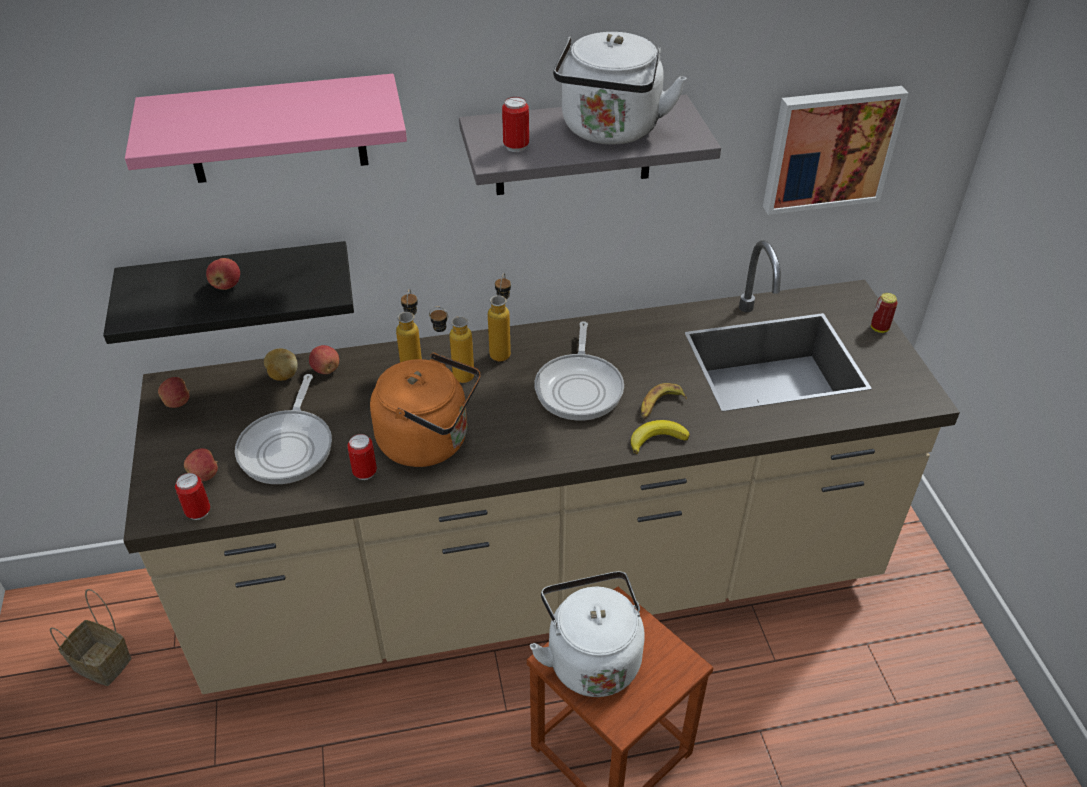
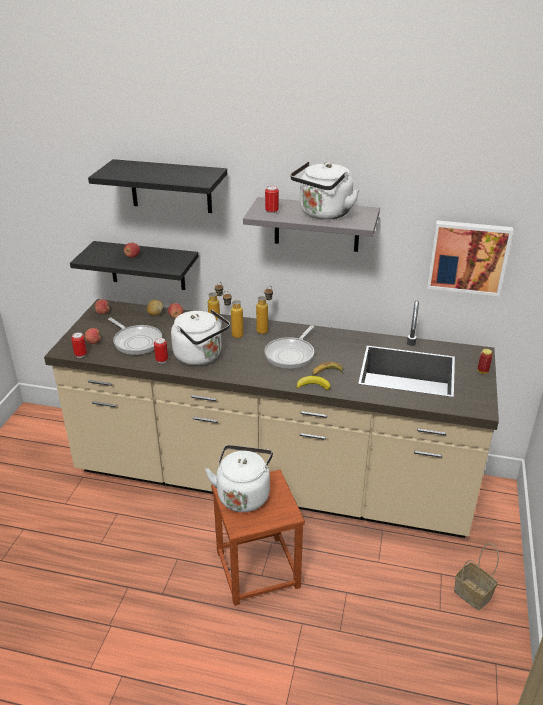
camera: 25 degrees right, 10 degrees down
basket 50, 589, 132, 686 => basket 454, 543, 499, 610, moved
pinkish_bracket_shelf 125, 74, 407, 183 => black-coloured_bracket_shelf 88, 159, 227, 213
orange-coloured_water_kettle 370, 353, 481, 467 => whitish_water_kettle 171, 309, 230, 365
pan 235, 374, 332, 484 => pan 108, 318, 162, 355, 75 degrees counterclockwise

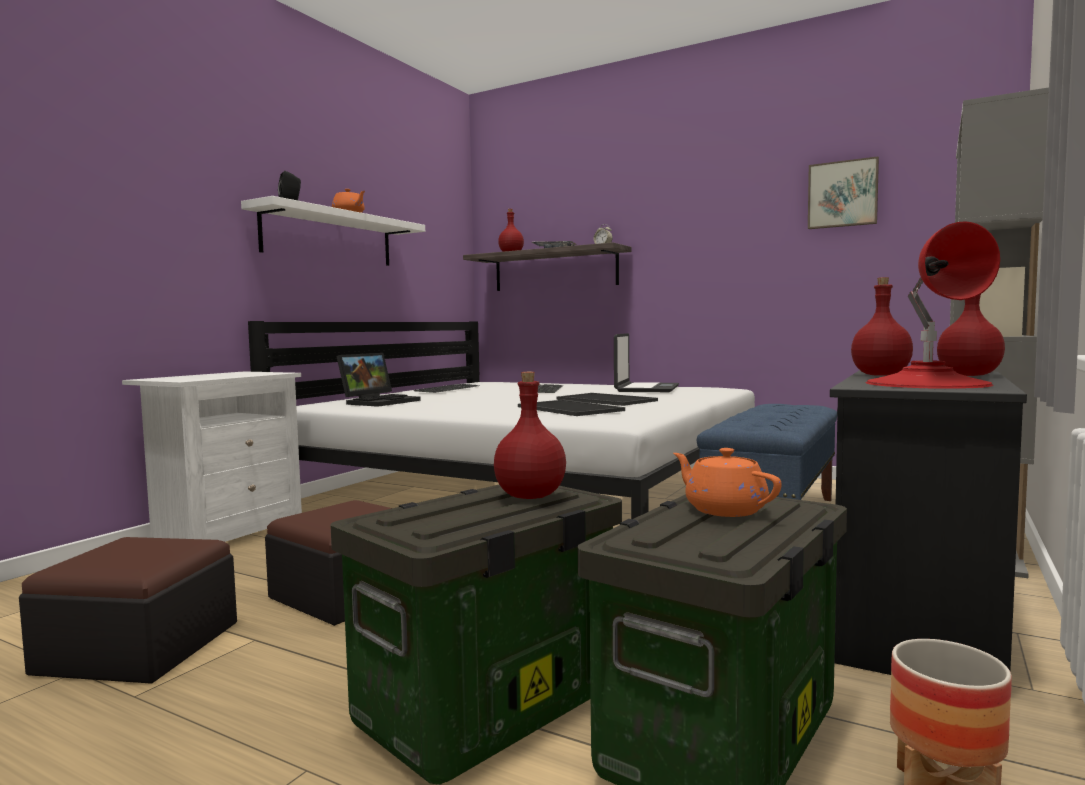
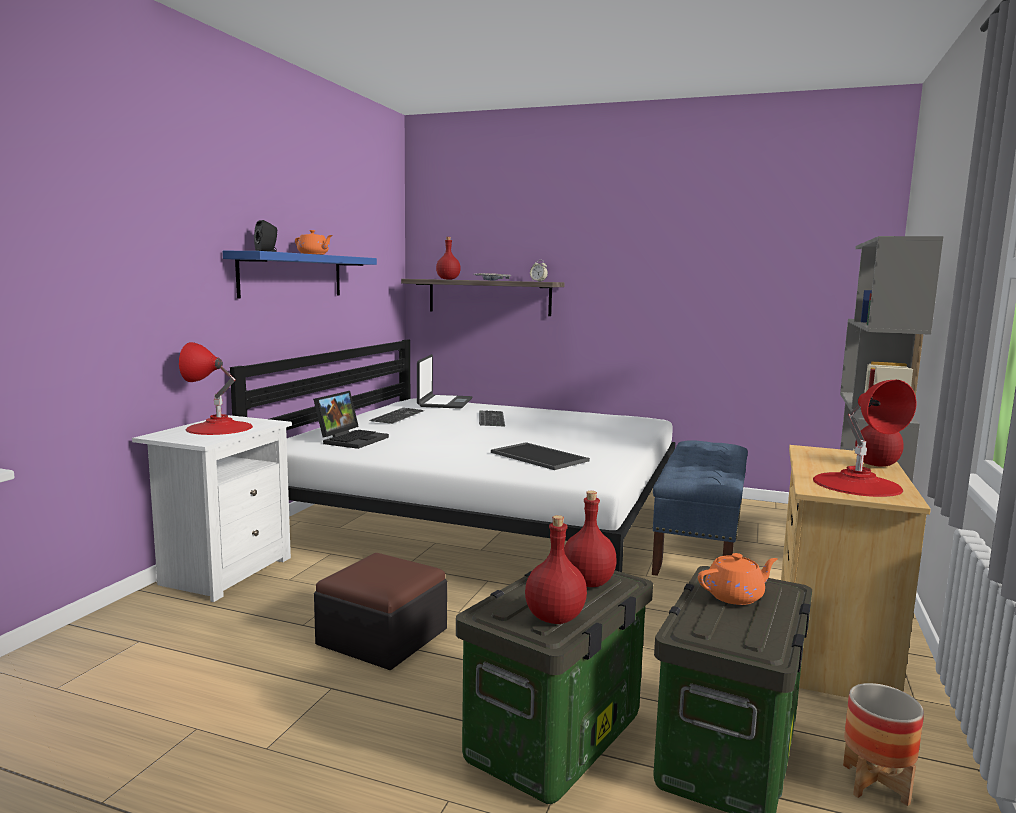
camera: 10 degrees left, 5 degrees up
ottoman 19, 537, 237, 684 => nothing
serving_tray 556, 393, 658, 406 => nothing
picture 808, 156, 879, 229 => nothing
nothing => red_tabletop_lamp 179, 342, 253, 435
laptop 614, 333, 679, 392 => laptop 417, 354, 472, 409, moved
red_drink_bottle 851, 277, 913, 376 => red_drink_bottle 525, 515, 587, 624, moved
whitish_bracket_shelf 241, 196, 425, 266 => blue_bracket_shelf 223, 251, 377, 299
black-coloured_chest_of_drawers 830, 370, 1027, 675 => beige_chest_of_drawers 781, 445, 931, 698
orange-coloured_pot_for_tea 673, 448, 782, 517 => orange-coloured_pot_for_tea 698, 553, 778, 605, 120 degrees clockwise

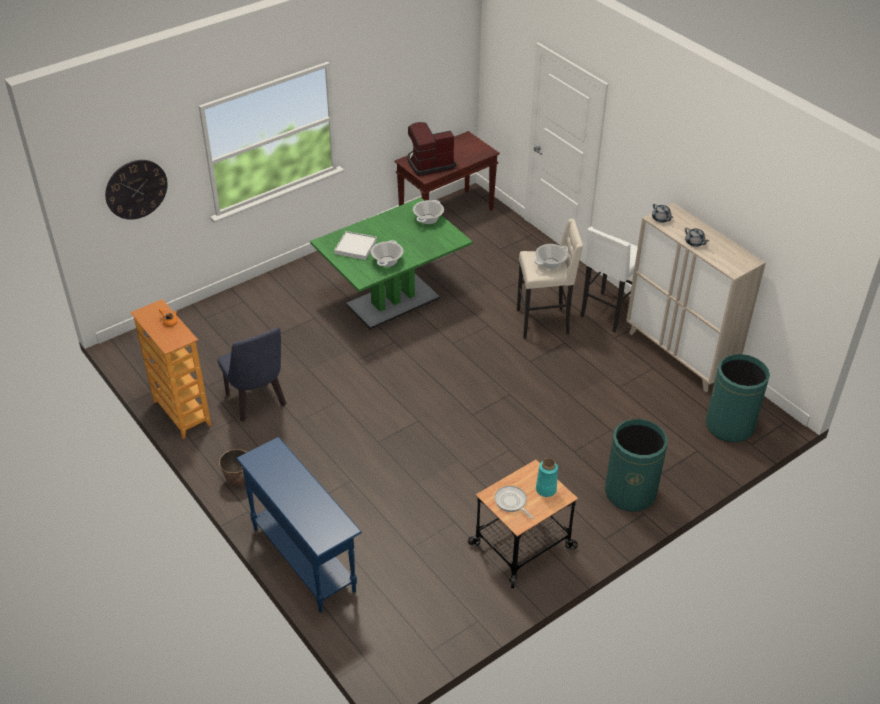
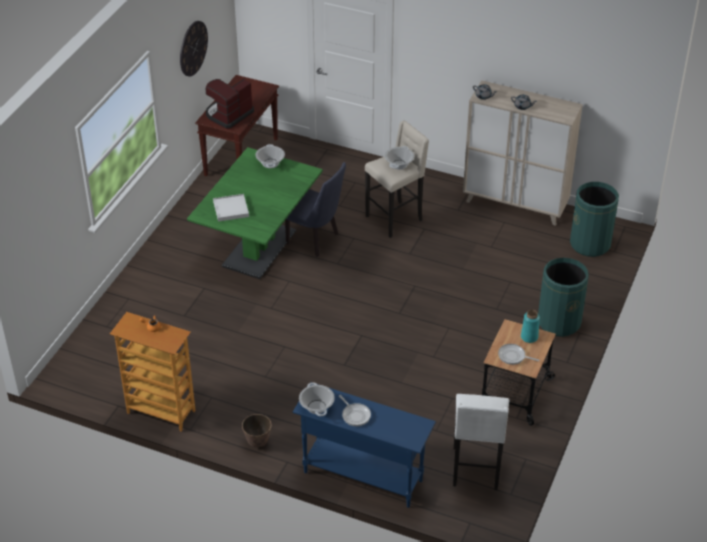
camera: 30 degrees left, 0 degrees up
nothing => pan 339, 395, 371, 426
wall_clock 105, 160, 168, 220 => wall_clock 180, 21, 208, 76, moved
blue_chair 218, 327, 286, 422 => blue_chair 285, 162, 346, 257, moved
cooking_pot 371, 240, 404, 267 => cooking_pot 299, 383, 335, 416, moved
whitish_stool 581, 227, 638, 332 => whitish_stool 453, 394, 509, 490, moved

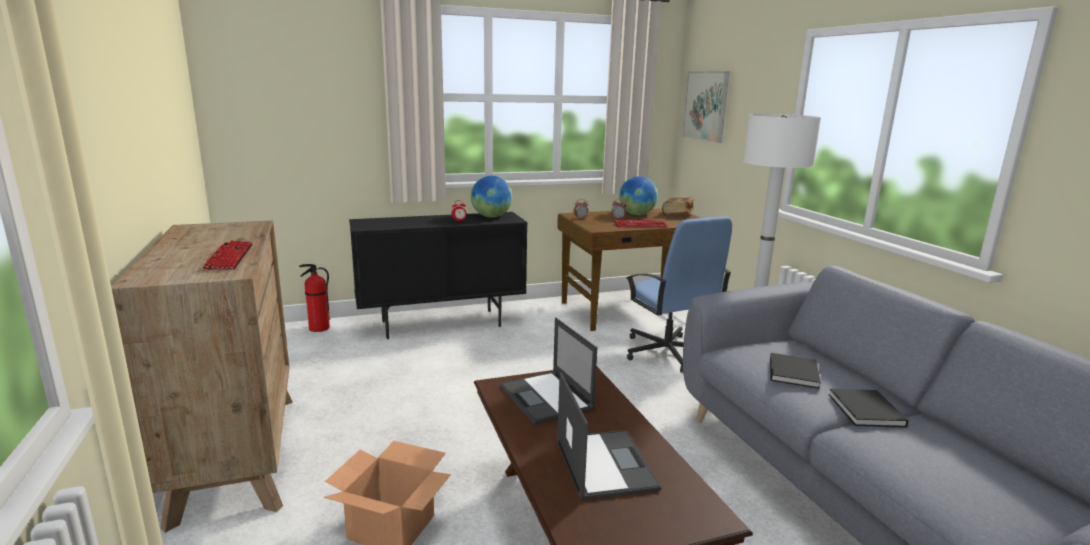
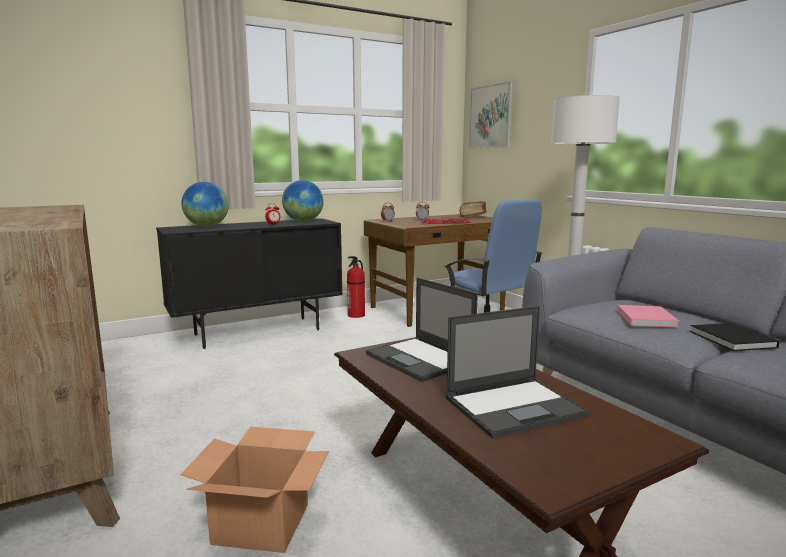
camera: 10 degrees left, 5 degrees down
PC_keyboard 203, 240, 253, 270 => nothing
fire-fighting_cylinder 299, 264, 330, 332 => fire-fighting_cylinder 347, 256, 365, 318, moved
world_globe 619, 176, 658, 215 => world_globe 181, 182, 229, 227, moved
black-coloured_bound_book 770, 353, 821, 389 => pinkish_bound_book 617, 305, 680, 328
laptop 557, 372, 661, 500 => laptop 446, 306, 589, 439, 90 degrees clockwise

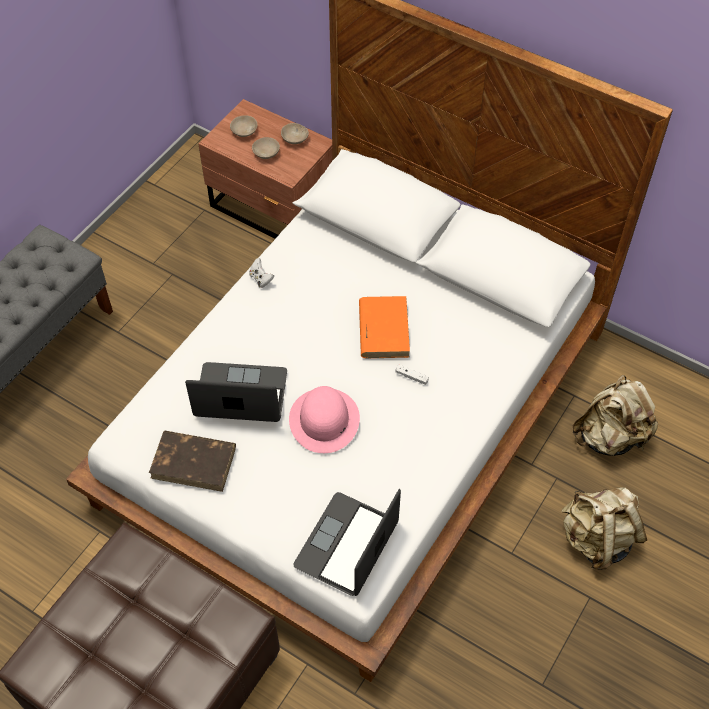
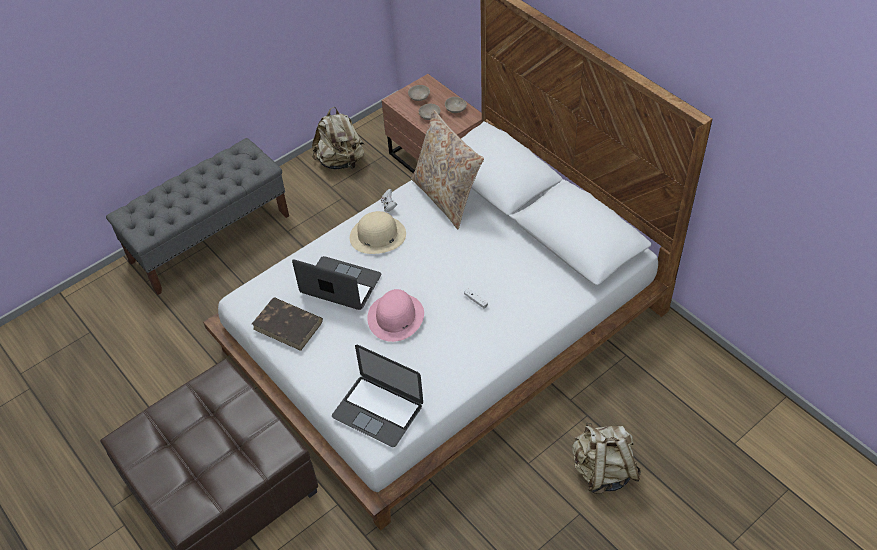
camera: 20 degrees right, 5 degrees down
orange-coloured_bound_book 359, 296, 410, 358 => nothing
nothing => beige_hat 350, 211, 406, 254
nothing => beige_cushion 411, 109, 484, 229
beige_rucksack 573, 375, 658, 456 => beige_rucksack 312, 107, 364, 170, moved
laptop 293, 489, 401, 596 => laptop 332, 345, 423, 447, 105 degrees counterclockwise

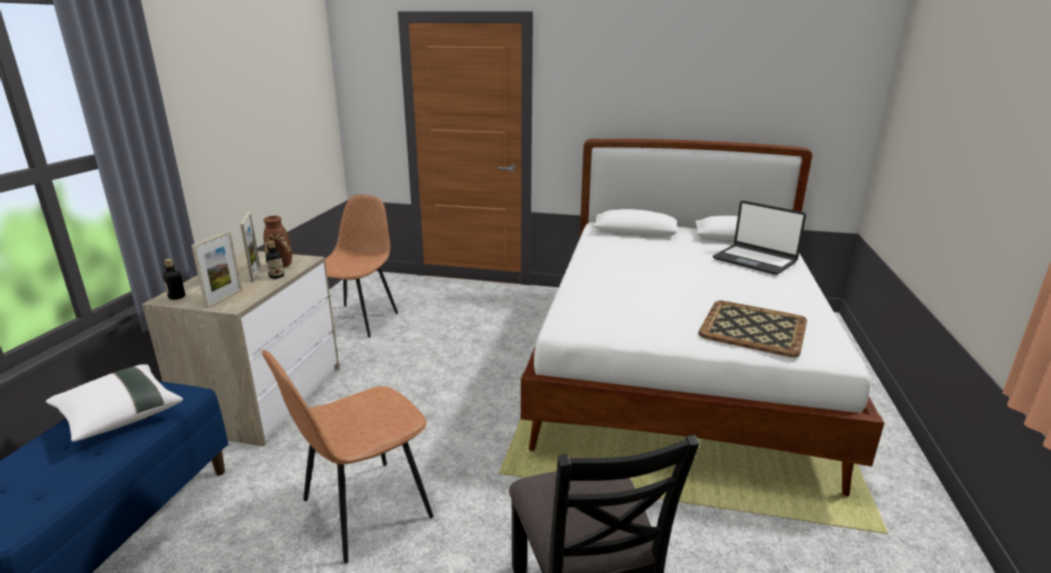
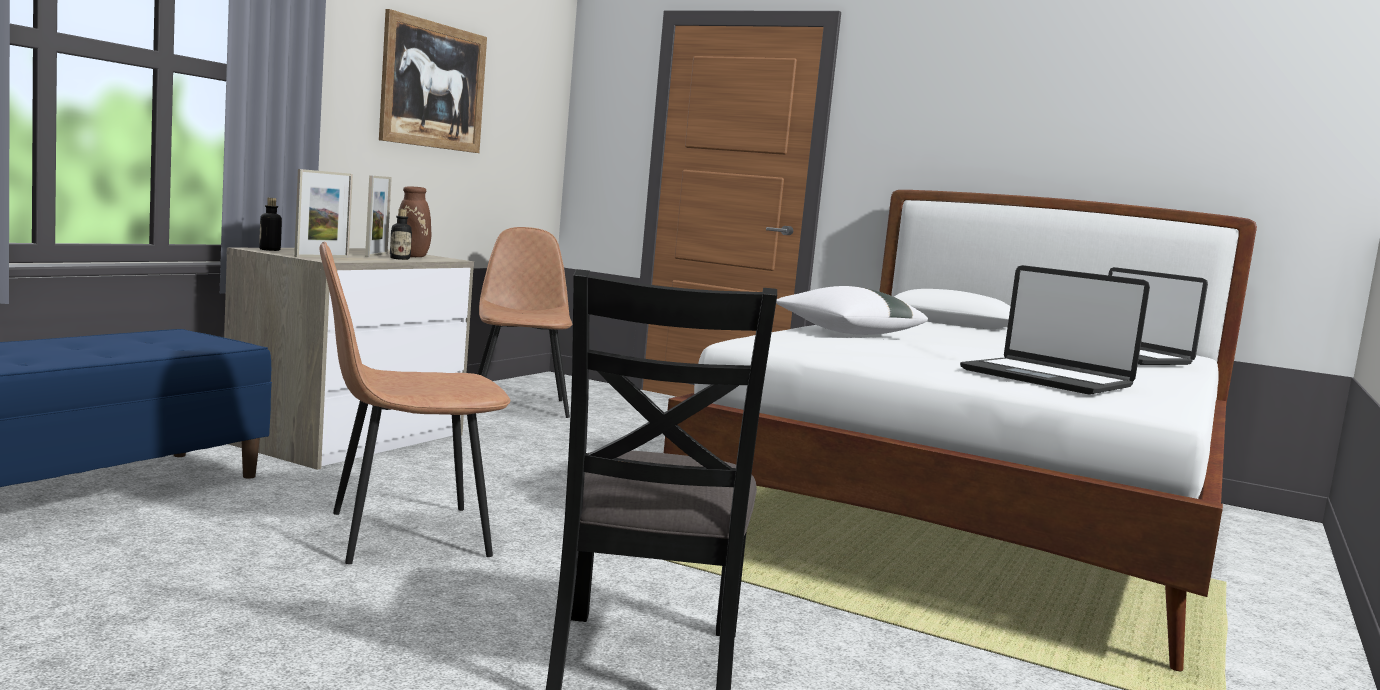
camera: 15 degrees right, 15 degrees down
nothing => picture 379, 9, 487, 153
whitish_cushion 46, 364, 183, 442 => whitish_cushion 776, 286, 928, 335, moved
serving_tray 698, 301, 807, 357 => laptop 960, 265, 1150, 395
brown-coloured_chair 325, 195, 398, 337 => brown-coloured_chair 477, 227, 572, 418, 45 degrees counterclockwise

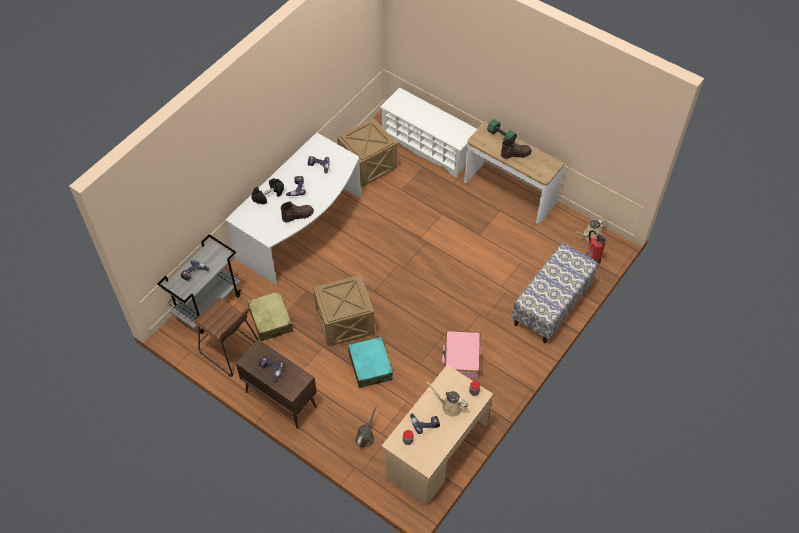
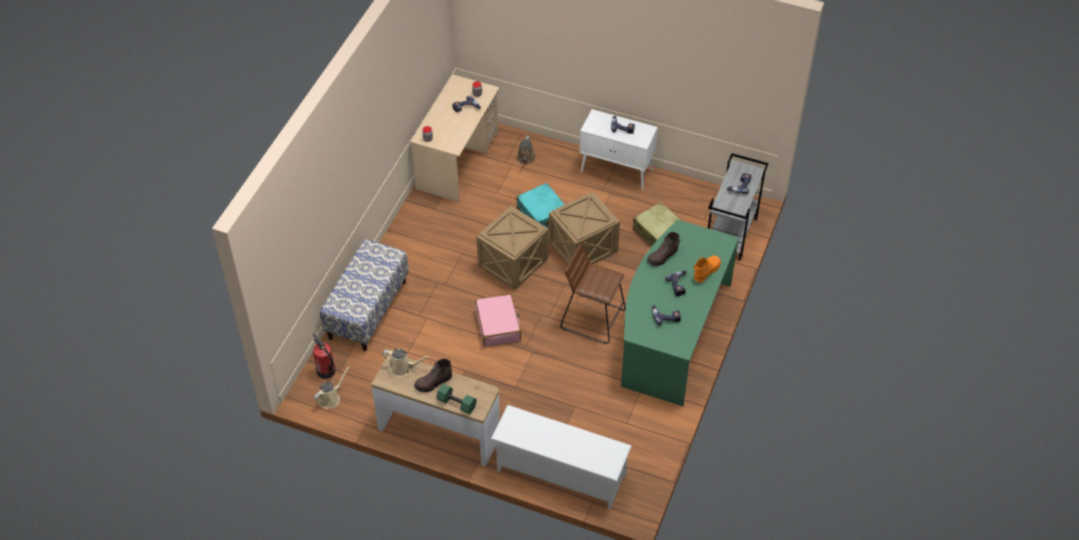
camera: 165 degrees right, 5 degrees down
brown-coloured_stool 194, 298, 258, 377 => brown-coloured_stool 560, 244, 626, 344, moved
shipping_crate 337, 118, 397, 188 => shipping_crate 477, 206, 549, 290, moved
beige_watering_can 426, 382, 468, 417 => beige_watering_can 382, 348, 430, 377, moved
pinkish_suitcase 442, 331, 481, 379 => pinkish_suitcase 475, 294, 521, 347, moved
black-coloured_dumbbell 251, 178, 284, 205 => orange-coloured_tall_boot 694, 256, 721, 283
whitish_desk_unit 225, 132, 361, 285 => green_desk_unit 621, 220, 739, 406
brown-coloured_cupboard 236, 339, 317, 429 => whitish_cupboard 580, 109, 658, 190

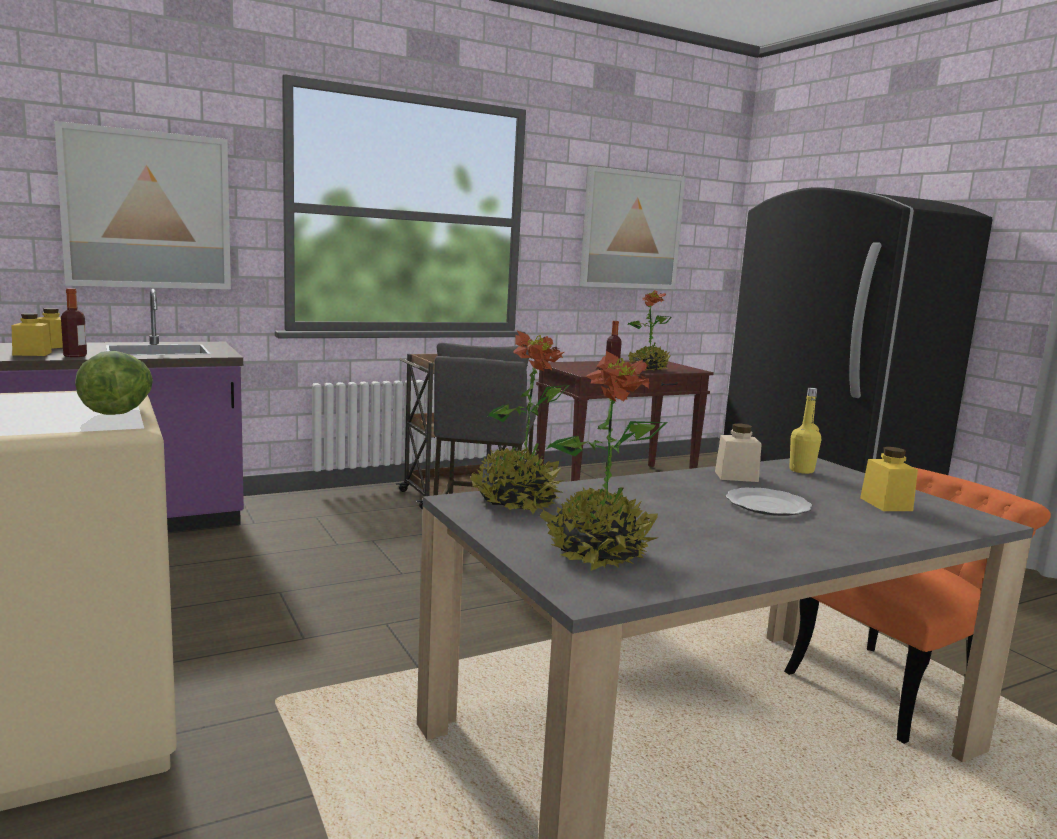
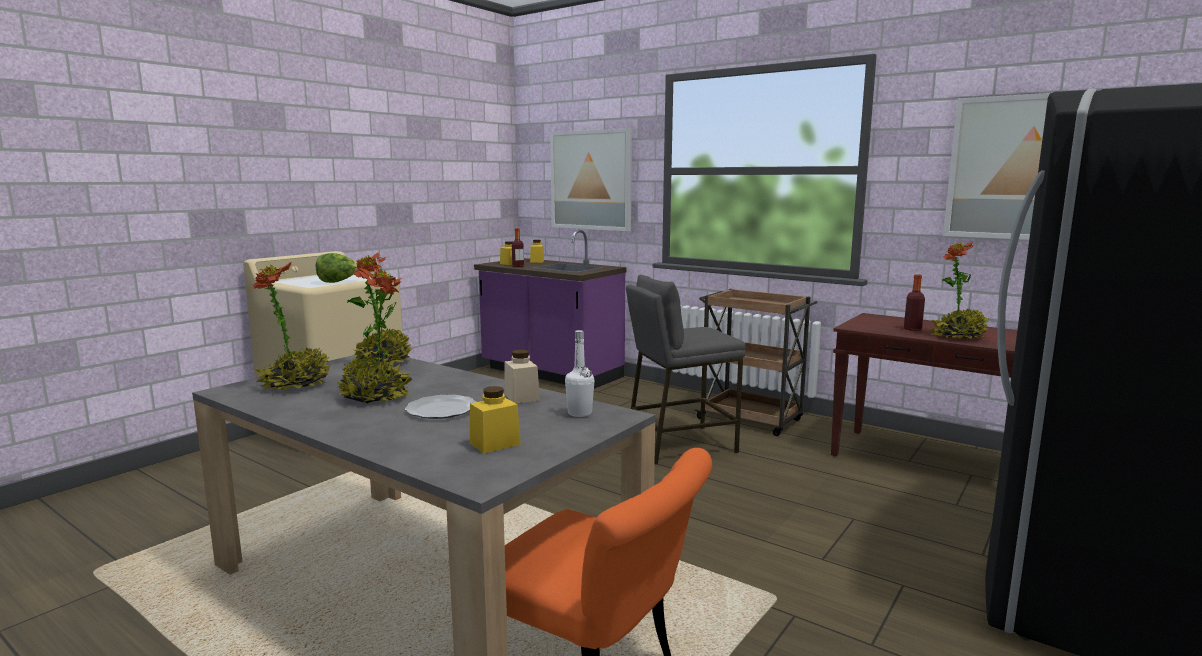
camera: 65 degrees right, 0 degrees up
nothing => houseplant 336, 268, 412, 403
yellowish_drink_bottle 789, 388, 821, 474 => whitish_drink_bottle 565, 330, 594, 417

